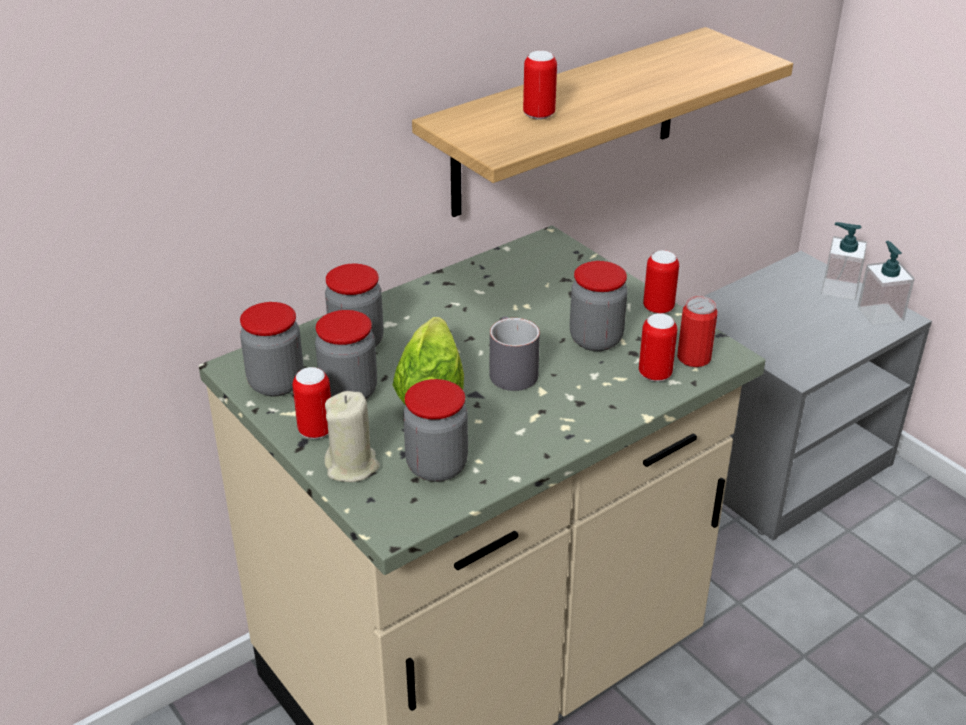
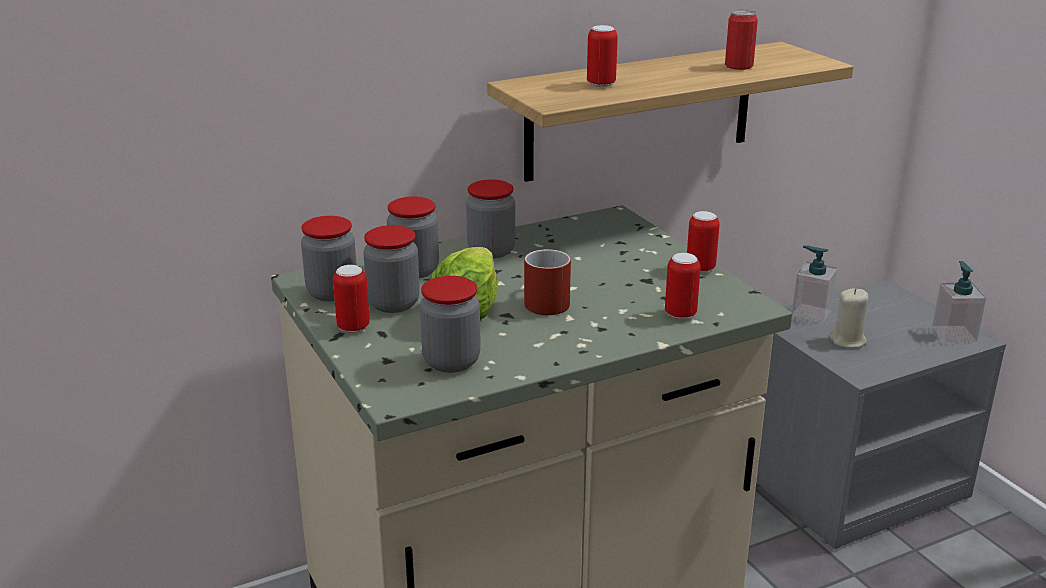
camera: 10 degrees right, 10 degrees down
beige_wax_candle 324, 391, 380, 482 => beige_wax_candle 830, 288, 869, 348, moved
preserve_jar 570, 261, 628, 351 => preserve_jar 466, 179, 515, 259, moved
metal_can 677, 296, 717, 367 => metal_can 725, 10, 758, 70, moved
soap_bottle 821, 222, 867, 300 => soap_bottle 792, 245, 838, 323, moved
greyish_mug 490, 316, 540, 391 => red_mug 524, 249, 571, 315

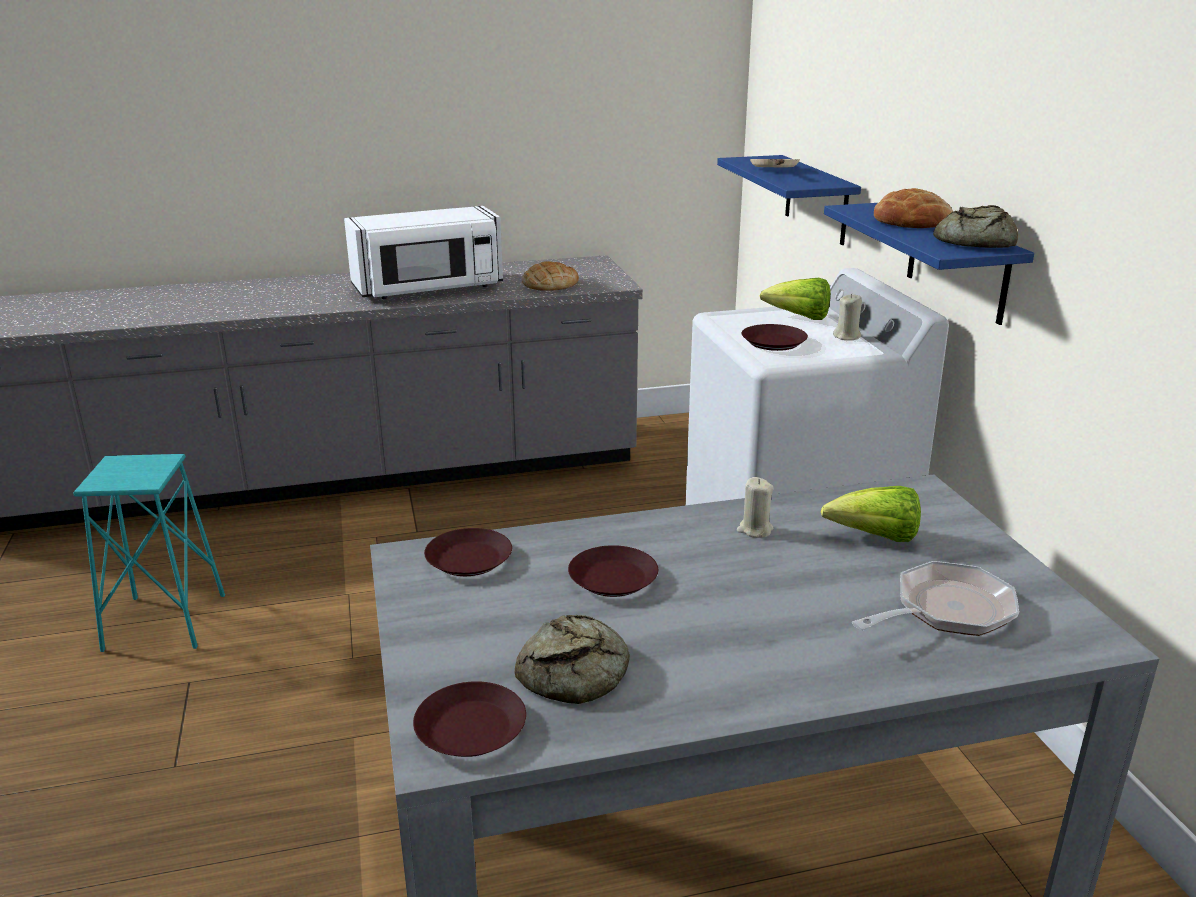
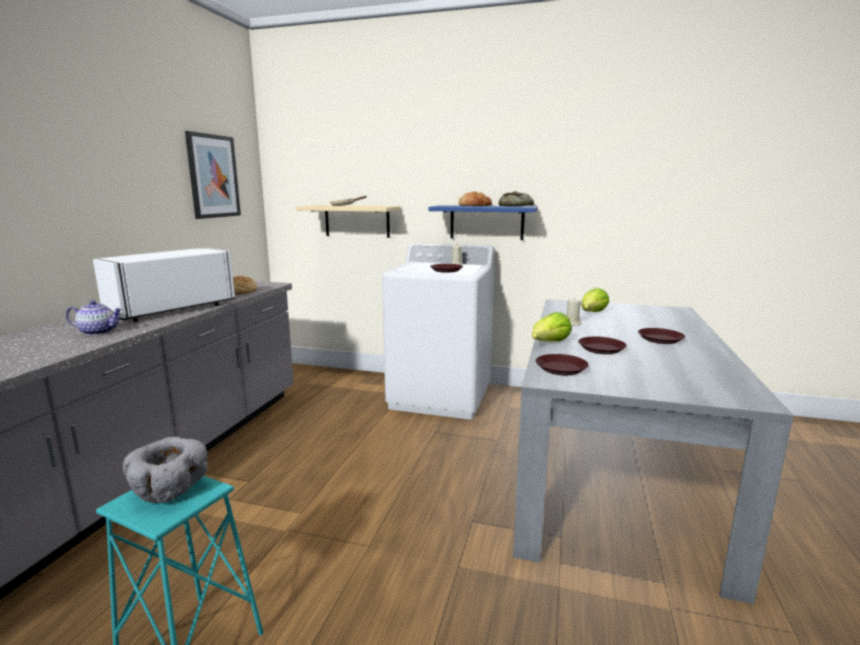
camera: 60 degrees left, 10 degrees down
bread 515, 615, 630, 704 => nothing
pan 852, 561, 1019, 636 => nothing
nothing => pot_for_tea 66, 300, 122, 335
nothing => greyish_deep_dish 123, 437, 208, 503
nothing => picture 185, 131, 241, 219
brown-coloured_plate 413, 681, 526, 757 => brown-coloured_plate 638, 328, 685, 344, moved
lettuce_head 759, 278, 831, 320 => lettuce_head 532, 312, 572, 342, moved
blue_bracket_shelf 717, 155, 861, 245 => beige_bracket_shelf 296, 205, 400, 238
whitish_microwave_oven 344, 206, 503, 299 => whitish_microwave_oven 93, 248, 235, 322, 150 degrees counterclockwise

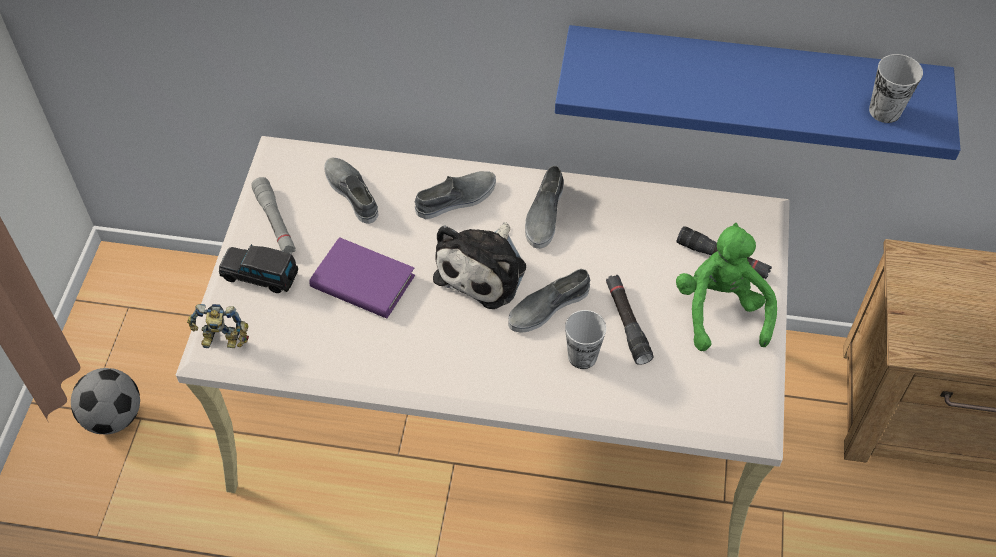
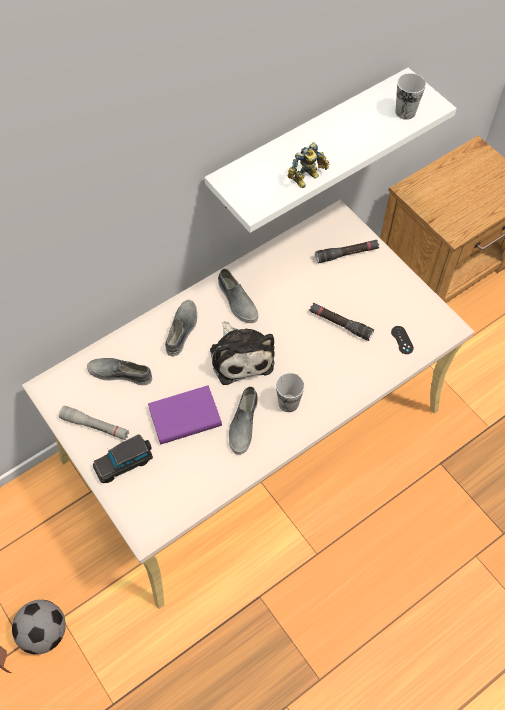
camera: 45 degrees left, 5 degrees up
green_cuddly_toy 676, 223, 777, 351 => nothing
nothing => black-coloured_gamepad 391, 326, 414, 354
toy_robot 187, 304, 249, 348 => toy_robot 288, 142, 329, 189, moved
greyish_item_of_footwear 508, 269, 590, 333 => greyish_item_of_footwear 229, 386, 258, 455, moved
drinking_cup 565, 310, 606, 369 => drinking_cup 276, 373, 305, 412, moved
blue_bracket_shelf 555, 25, 960, 160 => whitish_bracket_shelf 205, 68, 457, 233

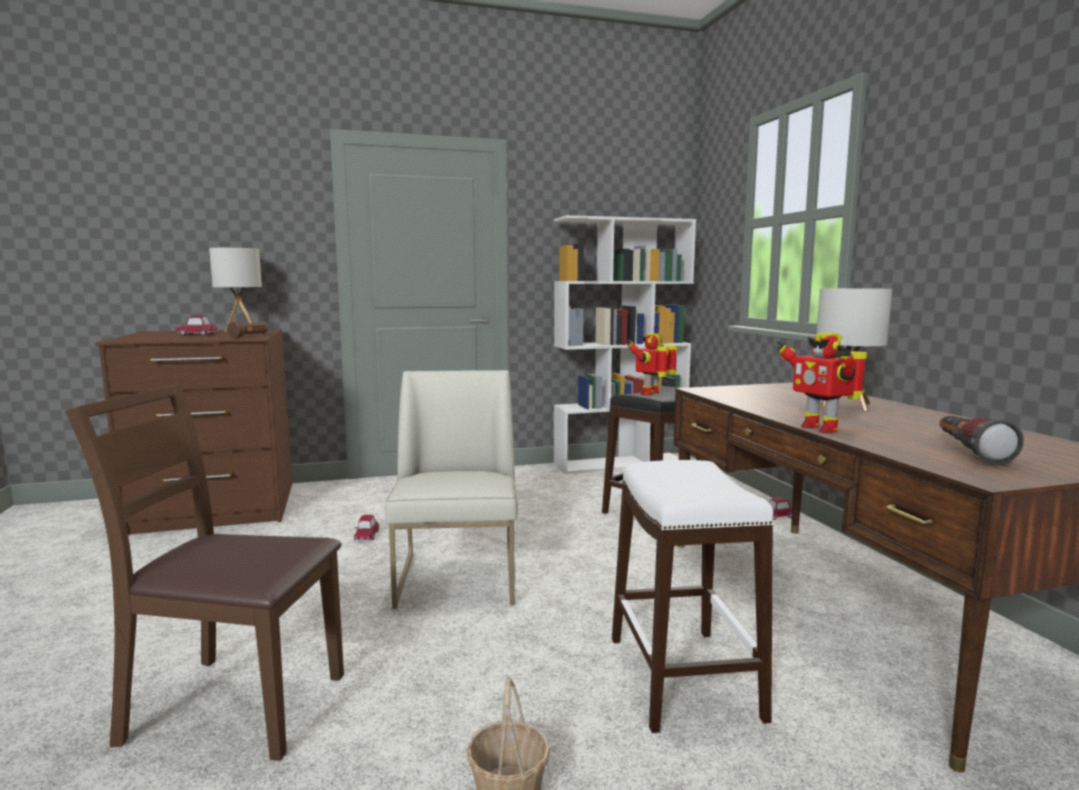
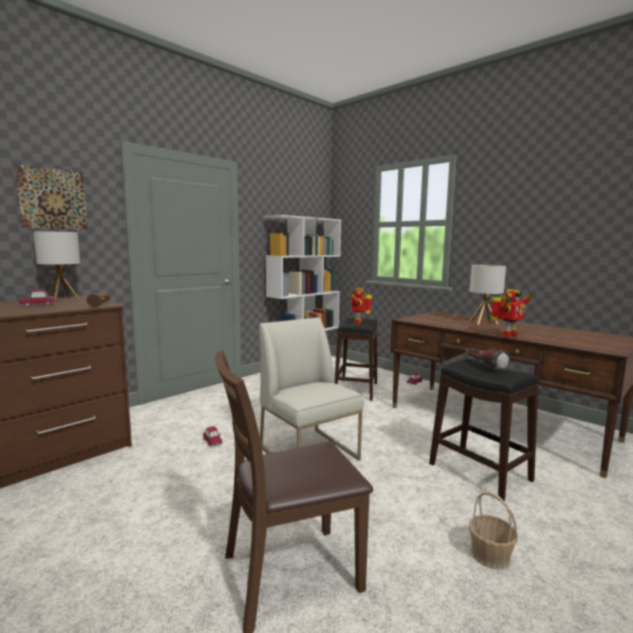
camera: 30 degrees left, 0 degrees up
nothing => picture 15, 164, 88, 230
hand_torch 939, 416, 1024, 465 => hand_torch 466, 348, 510, 372, moved
whitish_stool 612, 460, 773, 733 => black-coloured_stool 429, 359, 539, 501
toy_robot 777, 333, 867, 433 => toy_robot 490, 289, 533, 338, 75 degrees counterclockwise

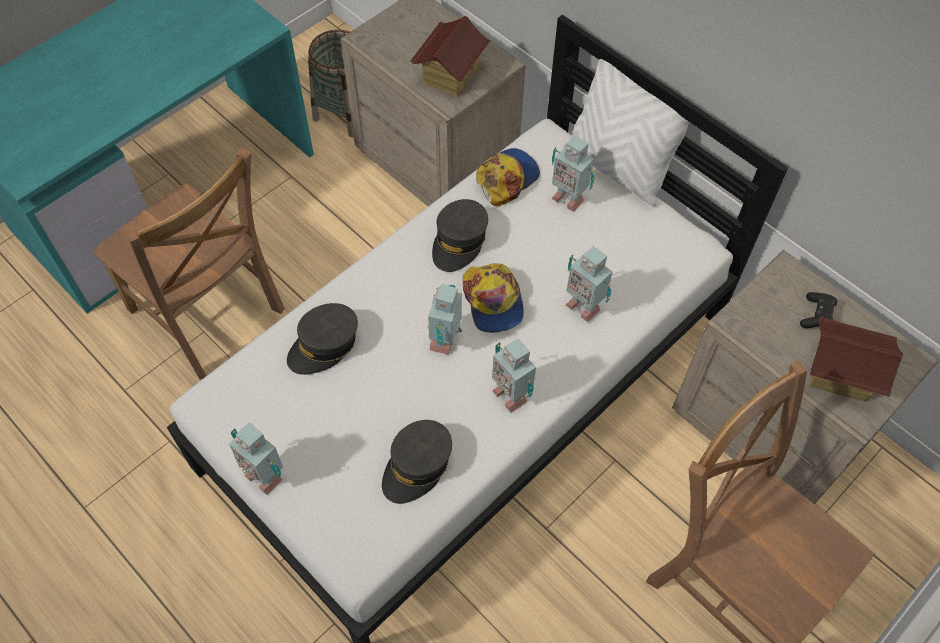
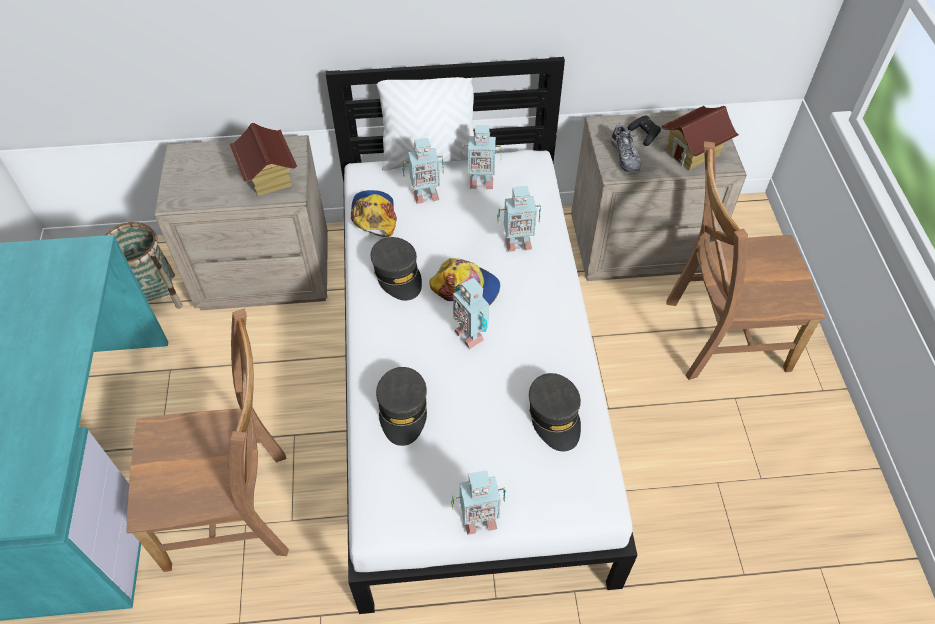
camera: 50 degrees left, 5 degrees down
nothing => item_of_footwear 611, 122, 642, 172
toy_robot 492, 338, 536, 413 => toy_robot 461, 125, 502, 189, moved

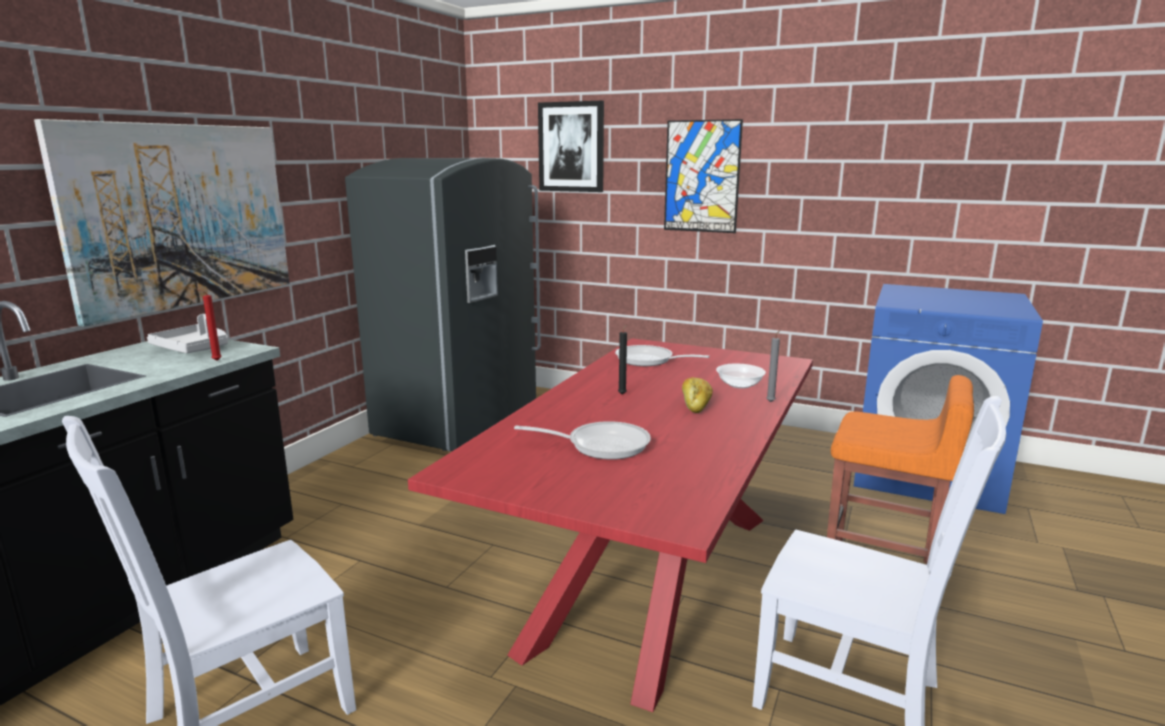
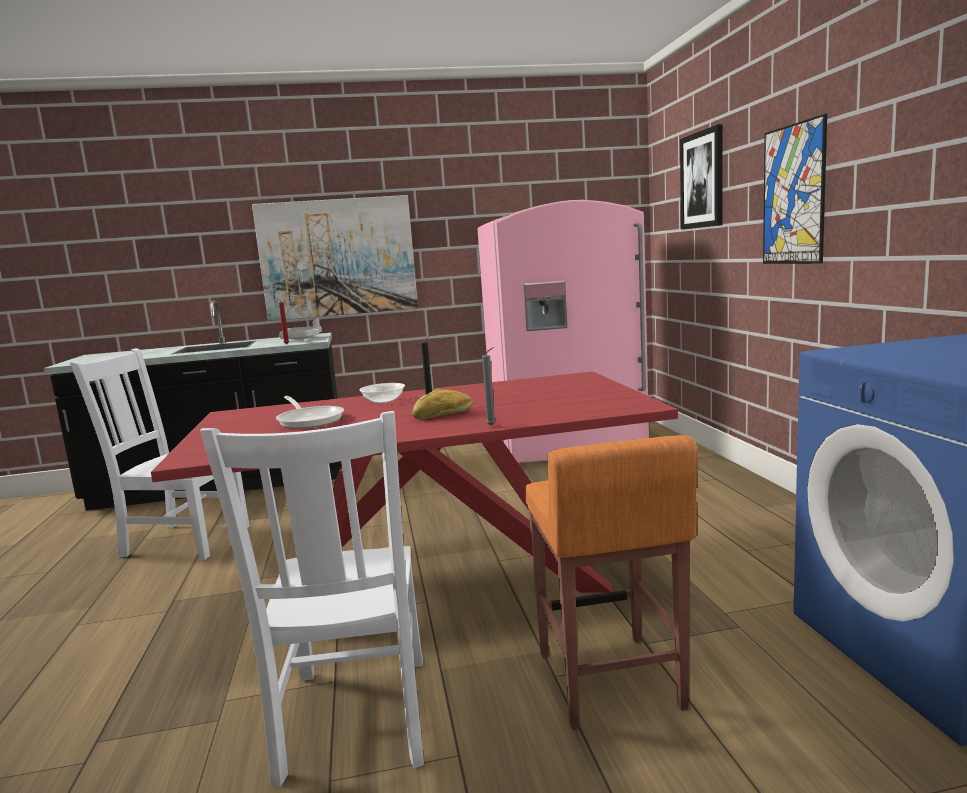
camera: 55 degrees right, 5 degrees down
pan 615, 345, 710, 366 => nothing
deep_dish 716, 364, 766, 389 => deep_dish 359, 383, 405, 404, moved
greyish_refrigerator 345, 158, 541, 451 => pinkish_refrigerator 478, 200, 649, 463

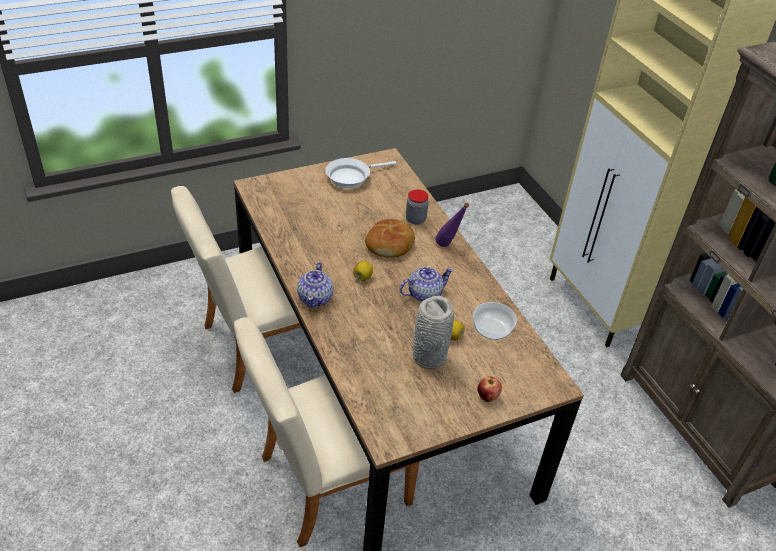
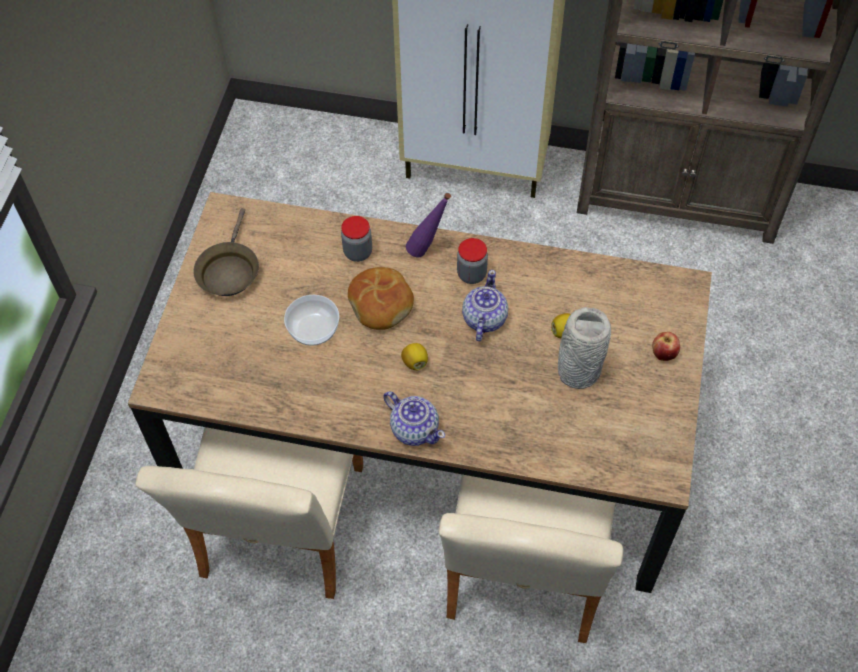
camera: 50 degrees left, 15 degrees up
nothing => preserve_jar 457, 238, 488, 284
deep_dish 473, 302, 517, 340 => deep_dish 284, 295, 339, 346, moved
whitish_pan 326, 158, 396, 188 => brown-coloured_pan 193, 208, 259, 296

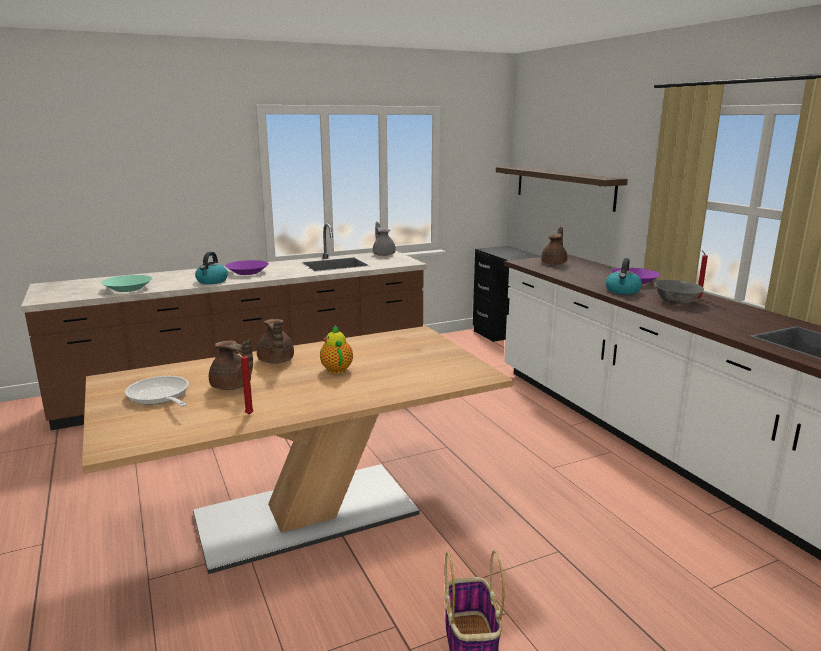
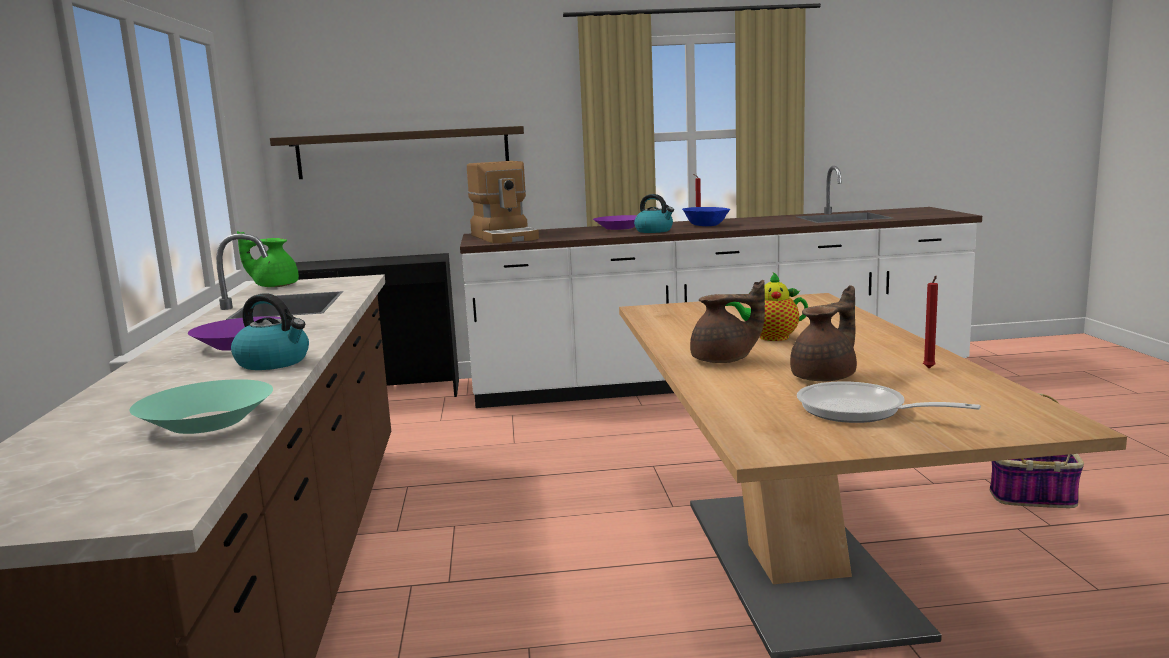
camera: 70 degrees left, 5 degrees down
brown-coloured_pot_for_tea 541, 226, 568, 265 => coffee_machine 467, 161, 539, 243
greyish_pot_for_tea 373, 222, 396, 256 => green_pot_for_tea 237, 231, 299, 287
greyish_deep_dish 654, 280, 704, 305 => blue_deep_dish 682, 207, 730, 226
pan 125, 376, 189, 407 => pan 797, 381, 981, 423, 60 degrees clockwise

